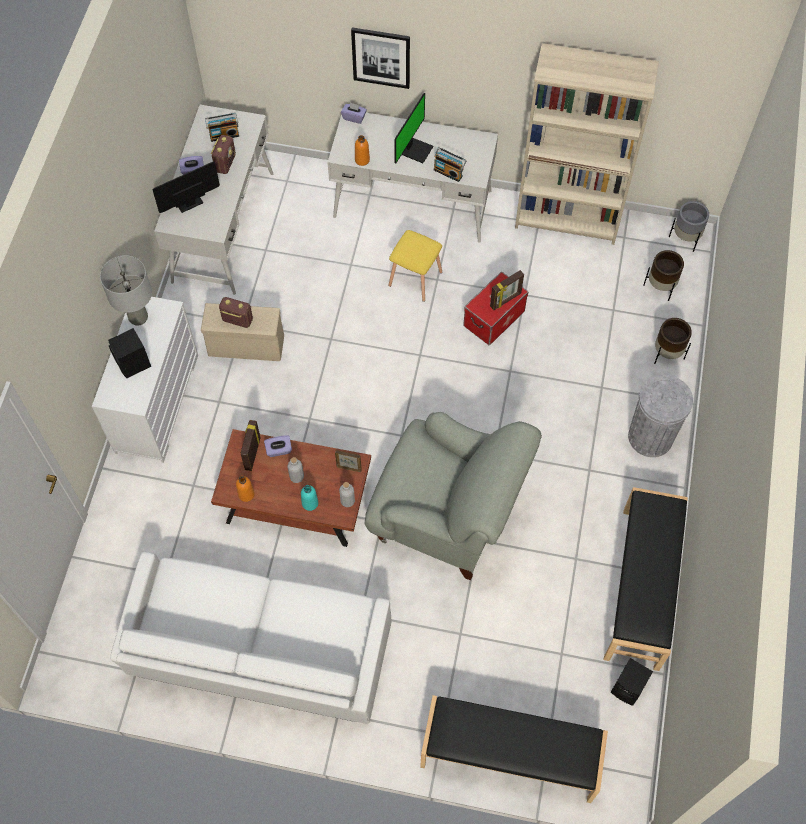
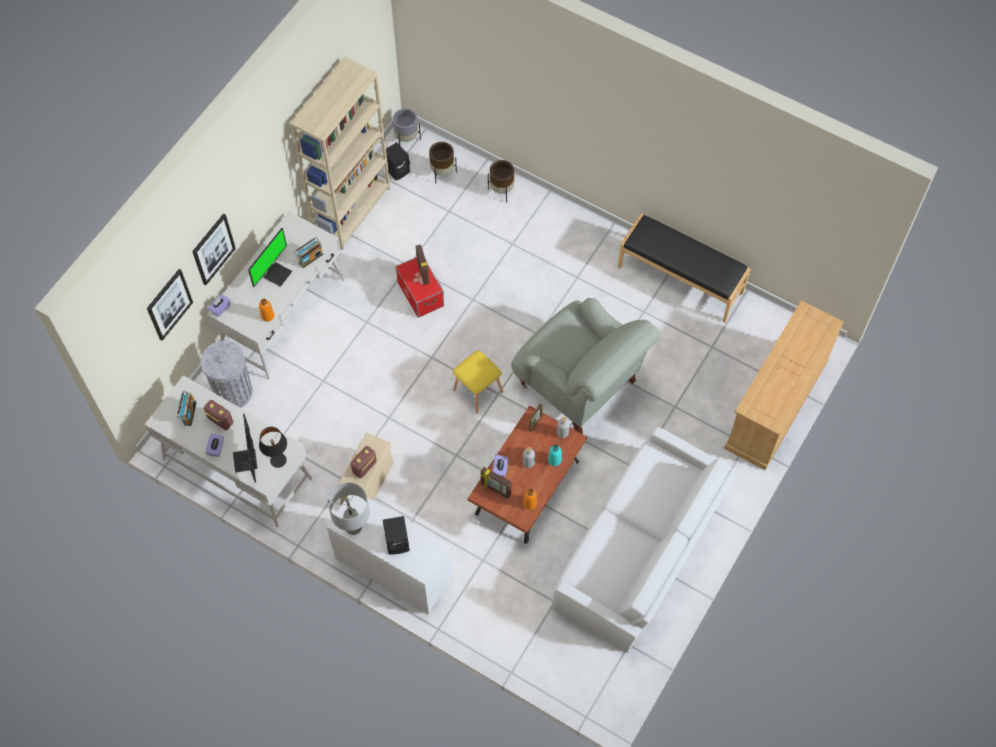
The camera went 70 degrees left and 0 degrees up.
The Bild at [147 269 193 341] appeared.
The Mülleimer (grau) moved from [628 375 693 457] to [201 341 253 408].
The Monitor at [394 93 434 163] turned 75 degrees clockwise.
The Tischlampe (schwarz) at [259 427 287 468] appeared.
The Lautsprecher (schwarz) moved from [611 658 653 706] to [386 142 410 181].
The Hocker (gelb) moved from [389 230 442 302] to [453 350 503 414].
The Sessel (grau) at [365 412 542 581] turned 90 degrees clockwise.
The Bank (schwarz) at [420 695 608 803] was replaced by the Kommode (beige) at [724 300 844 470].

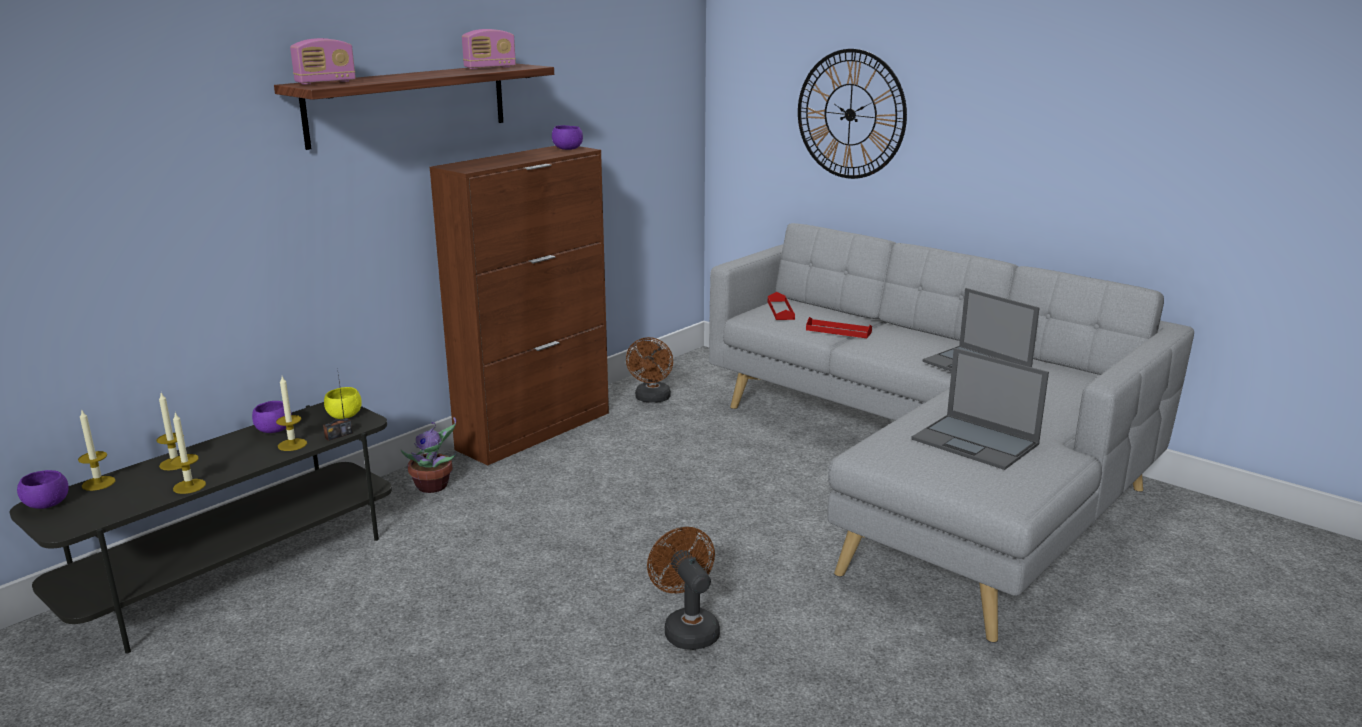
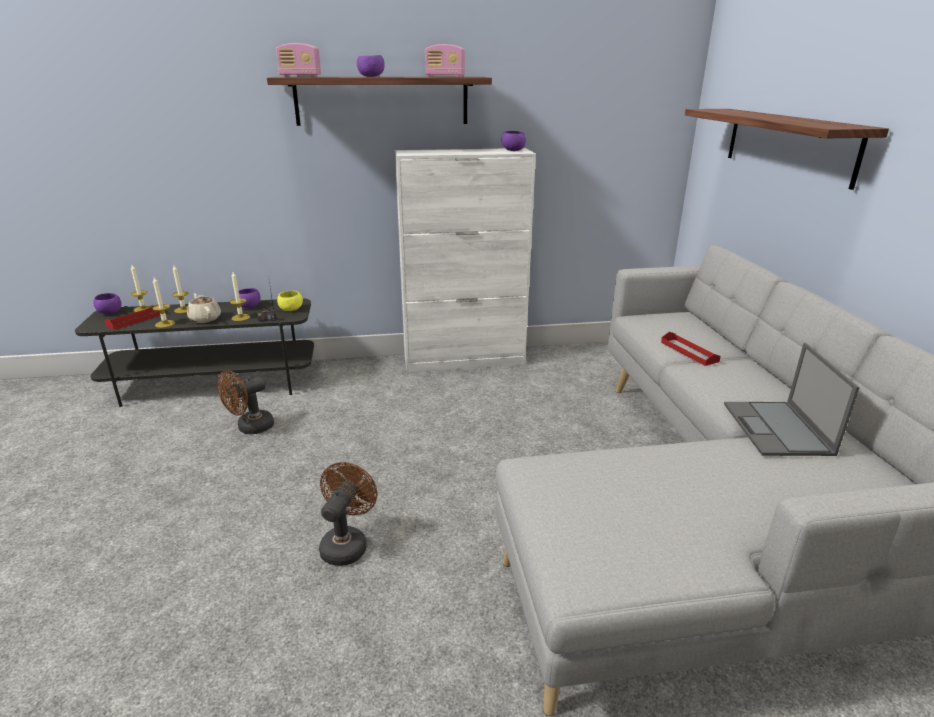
The camera went 40 degrees right and 5 degrees up.
The Tablett (rot) moved from [768 292 795 320] to [105 305 160 330].
The Teekanne (beige) at [187 293 221 323] appeared.
The Ventilator (braun) moved from [626 337 673 403] to [218 370 274 434].
The Schüssel (lila) at [357 55 385 77] appeared.
The Schrank (braun) at [429 146 609 466] became the Schrank (weiß) at [395 148 536 373].
The Wanduhr at [798 49 907 179] was replaced by the Wandregal at [685 109 889 190].
The Topfpflanze at [401 417 456 493] disappeared.
The Laptop at [911 348 1049 470] disappeared.

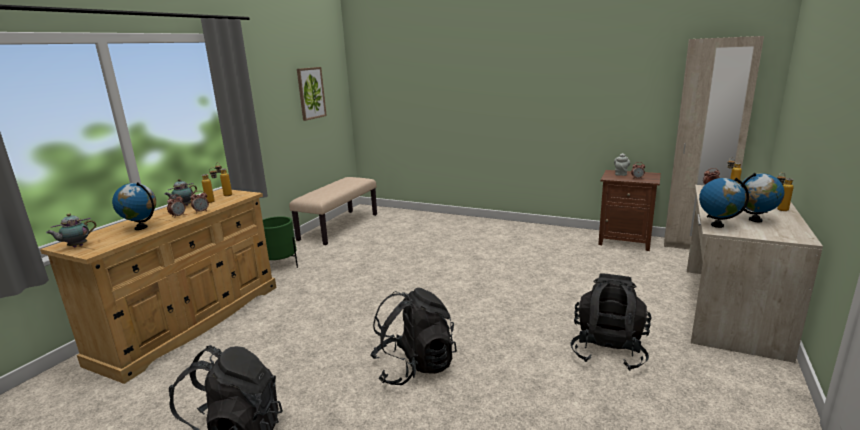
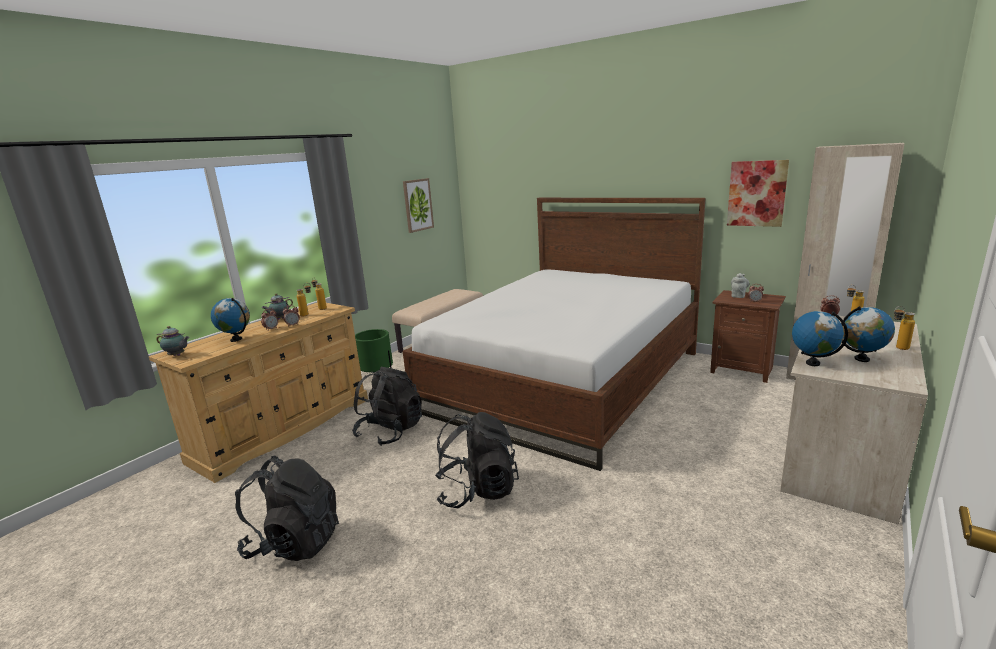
The camera went 10 degrees right and 0 degrees up.
The Teekanne at [46 213 96 247] turned 135 degrees counterclockwise.
The Rucksack (schwarz) moved from [570 274 652 371] to [352 367 422 446].
The Bett at [403 198 705 471] appeared.
The Bild at [727 160 789 227] appeared.

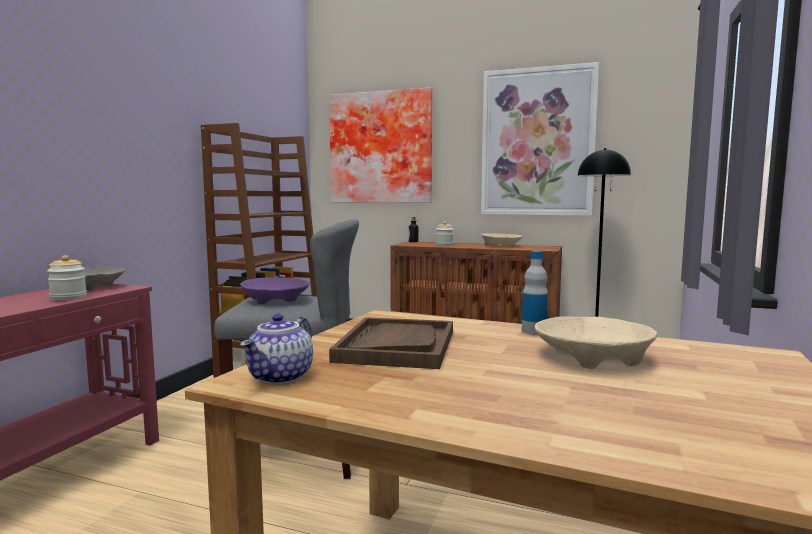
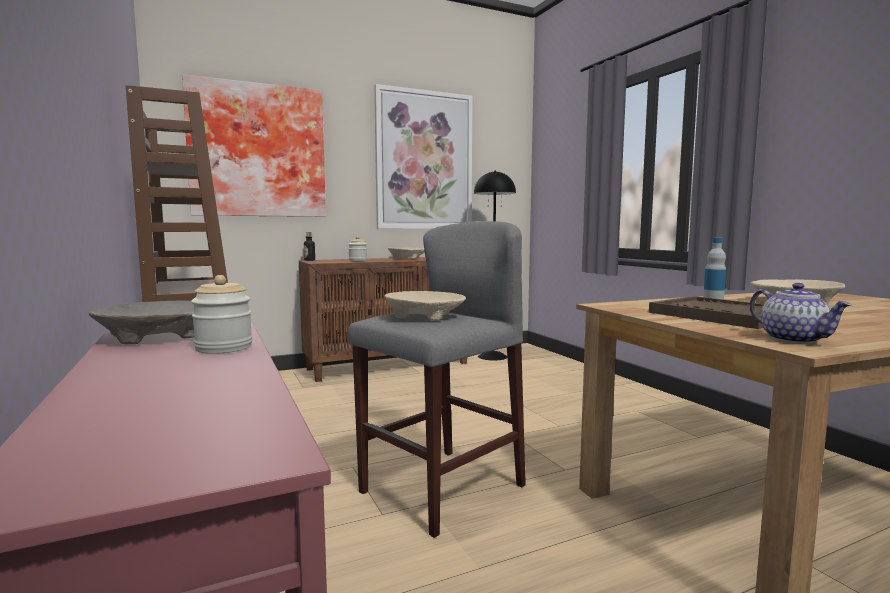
The camera went 45 degrees left and 0 degrees up.
The Schüssel (lila) at [240 277 309 304] became the Schüssel (beige) at [385 291 466 320].

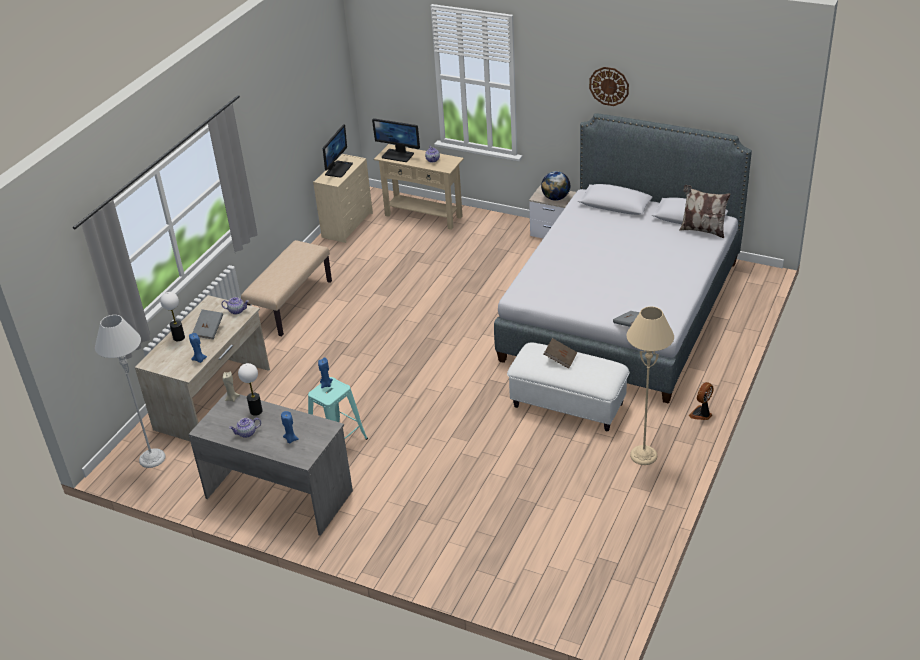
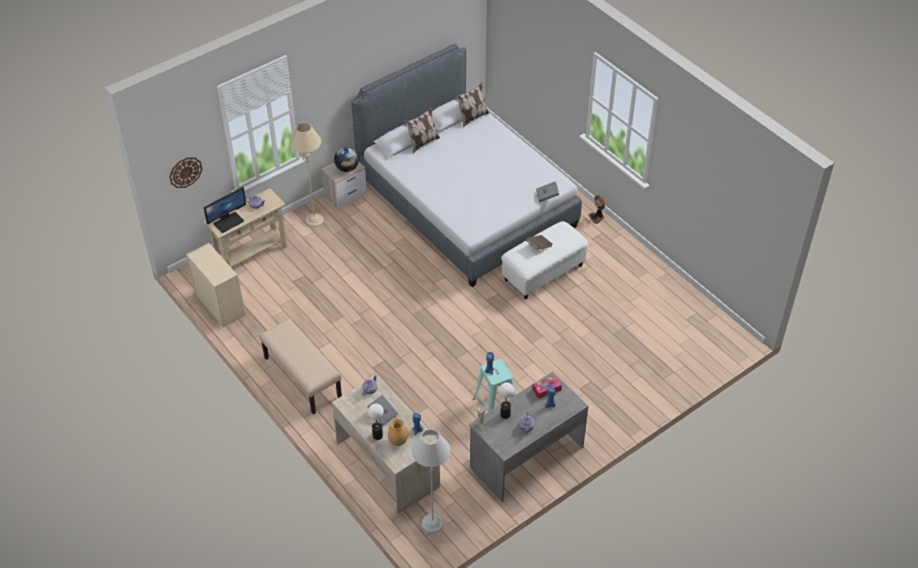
The camera went 65 degrees left and 10 degrees up.
The Wanduhr moved from [589 67 629 106] to [169 157 202 188].
The Stehlampe (beige) moved from [627 306 674 465] to [290 122 324 227].
The Vase (braun) at [388 419 408 446] appeared.
The Kissen at [403 107 440 154] appeared.
The Taschentuchbox at [533 376 562 399] appeared.
The Monitor at [323 124 353 178] disappeared.

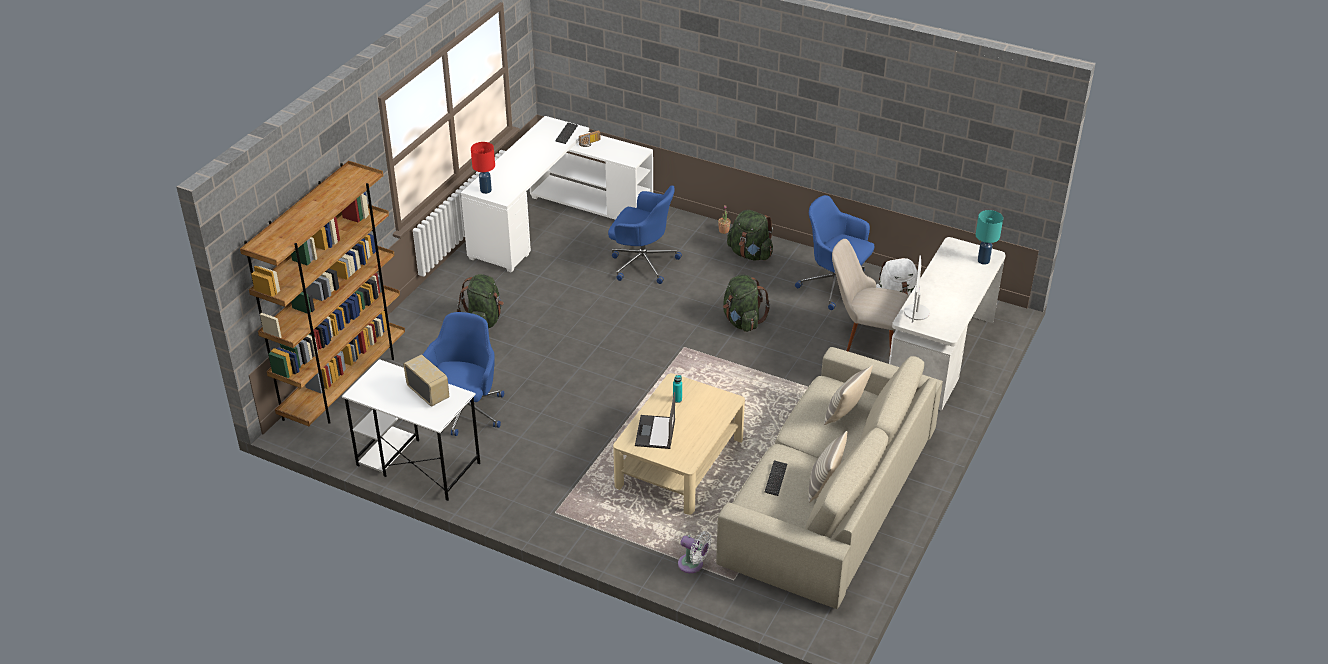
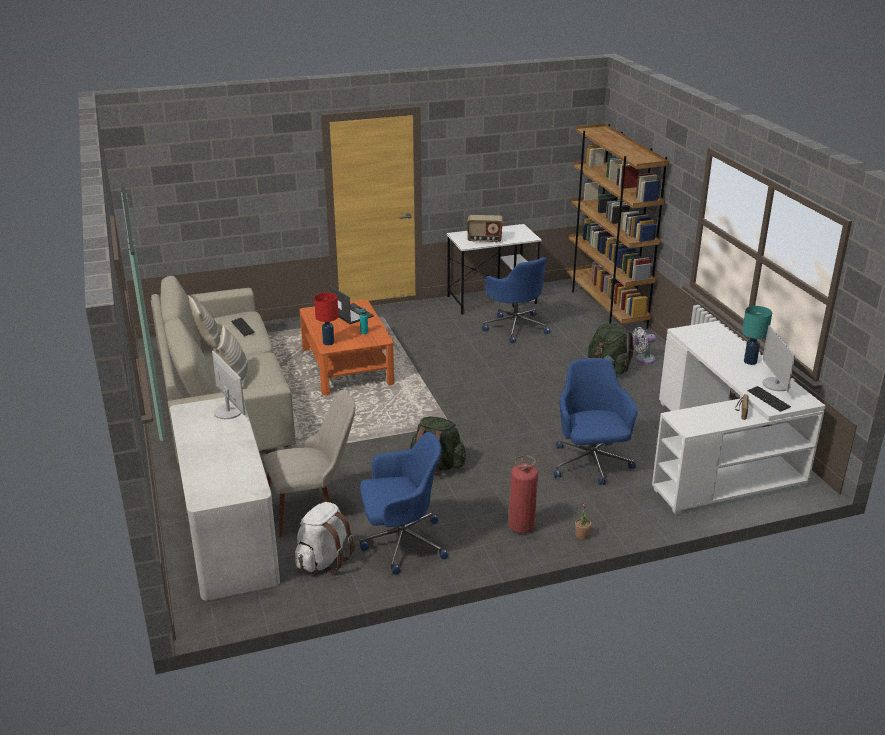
The camera went 135 degrees right and 10 degrees down.
The Couchtisch (beige) at [613 373 745 515] became the Couchtisch (orange) at [300 300 394 396].
The Tischlampe (rot) moved from [471 142 495 194] to [314 292 338 345].
The Rucksack (grün) at [727 210 773 260] was replaced by the Feuerlöscher at [509 455 538 534].
The Bürostuhl (blau) at [608 185 682 284] turned 105 degrees clockwise.
The Ventilator (weiß) moved from [678 531 712 573] to [633 327 656 364].
The Tischlampe (türkis) moved from [976 210 1003 265] to [742 306 772 365].
The Monitor at [762 325 795 391] appeared.

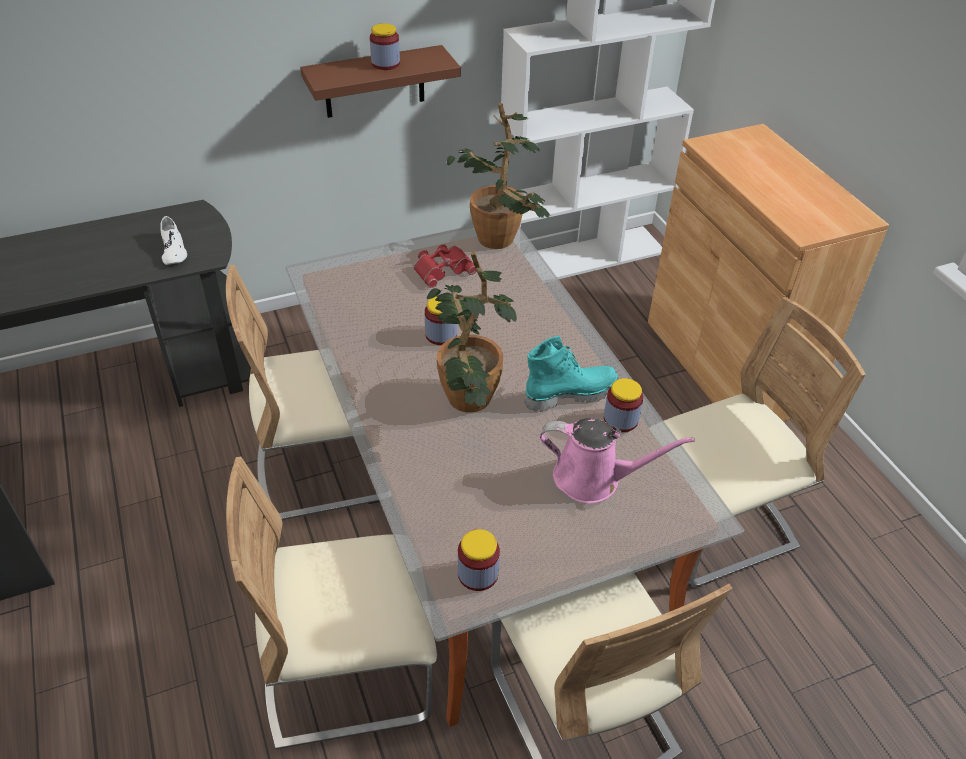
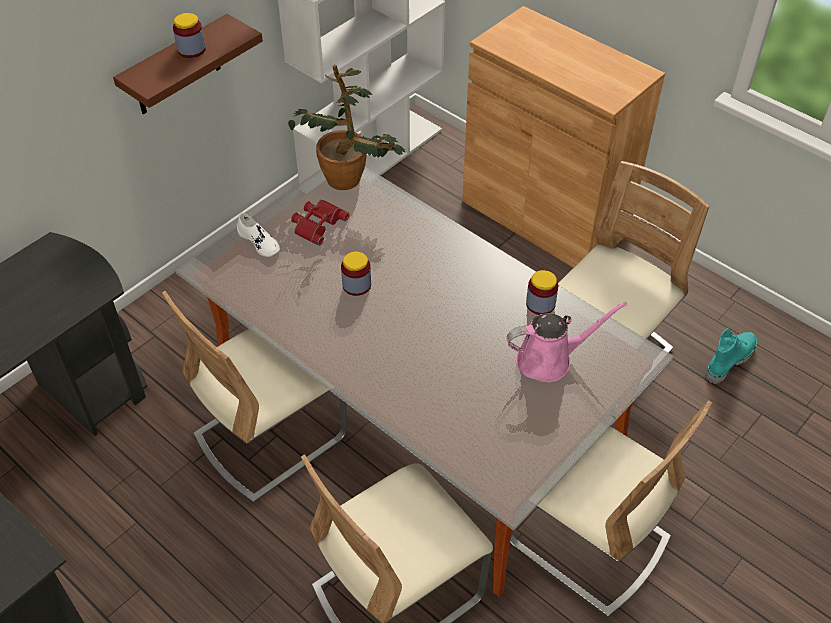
The camera went 25 degrees left and 5 degrees up.
The Schuh (weiß) moved from [160 216 187 265] to [237 213 280 257].
The Stiefel (türkis) moved from [525 336 618 412] to [706 328 757 384].
The Topfpflanze at [427 252 517 413] disappeared.
The Vorratsglas at [458 529 500 591] disappeared.

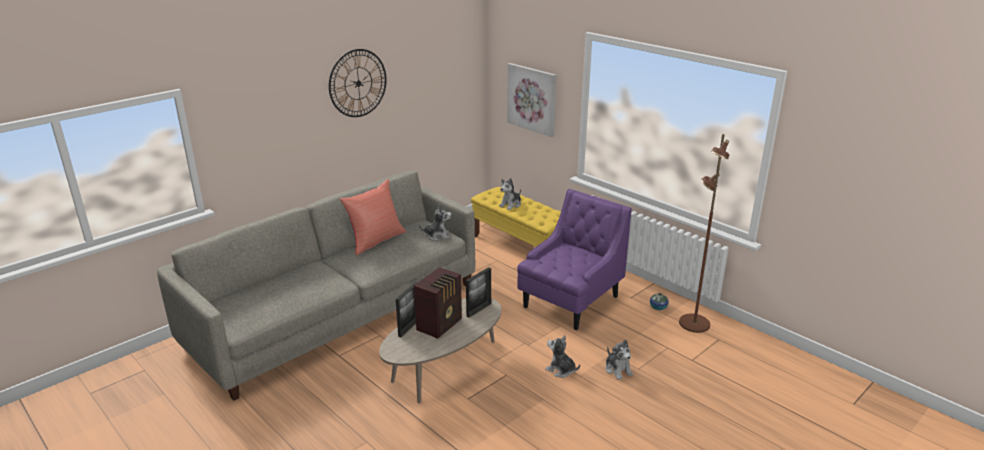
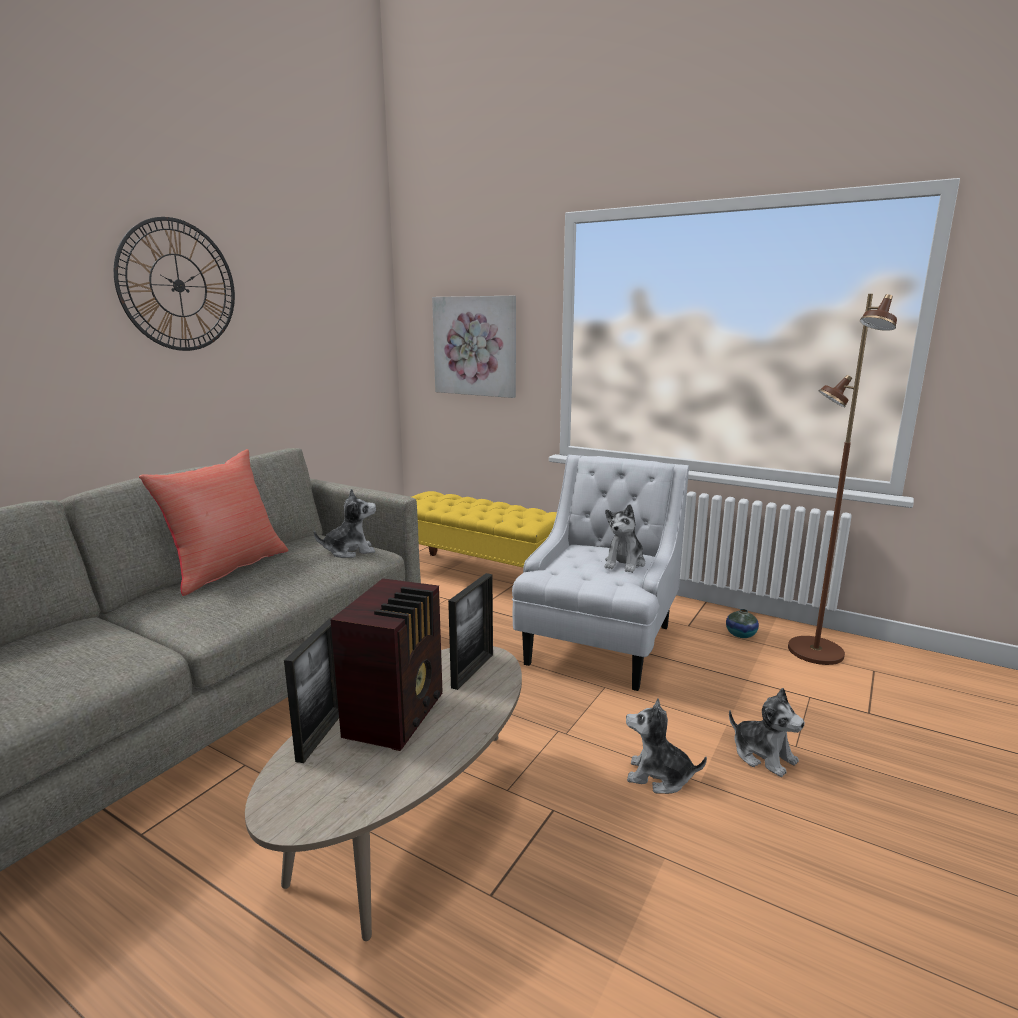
The camera went 15 degrees left and 10 degrees down.
The Sessel (lila) at [517 189 632 330] became the Sessel (weiß) at [512 455 689 691].
The Plüschtier moved from [499 178 521 210] to [605 504 645 573].

